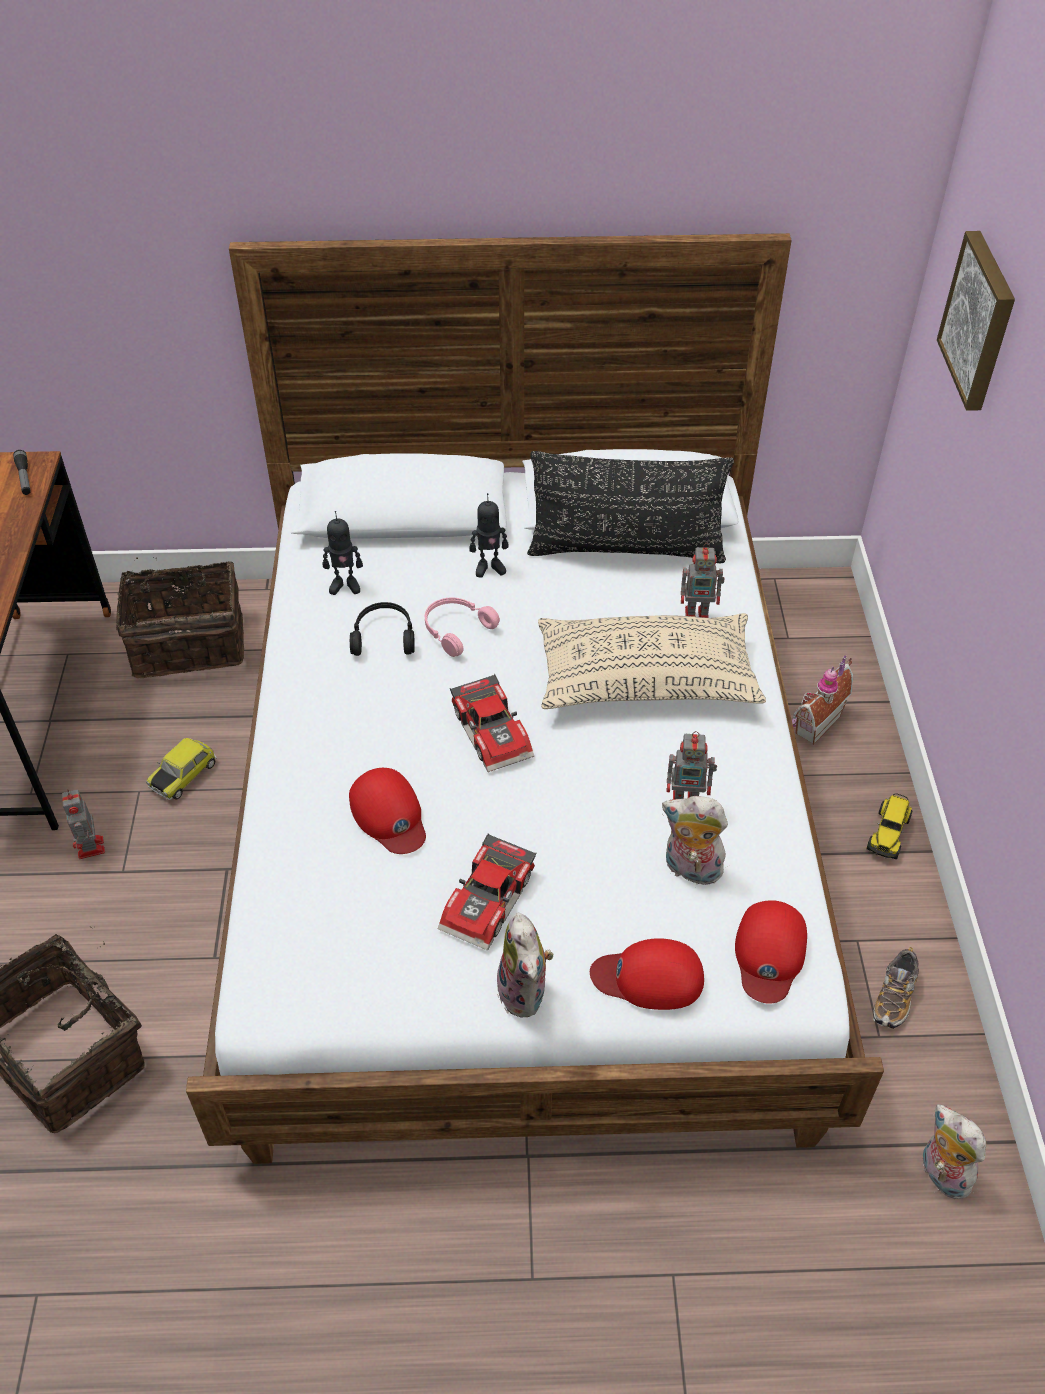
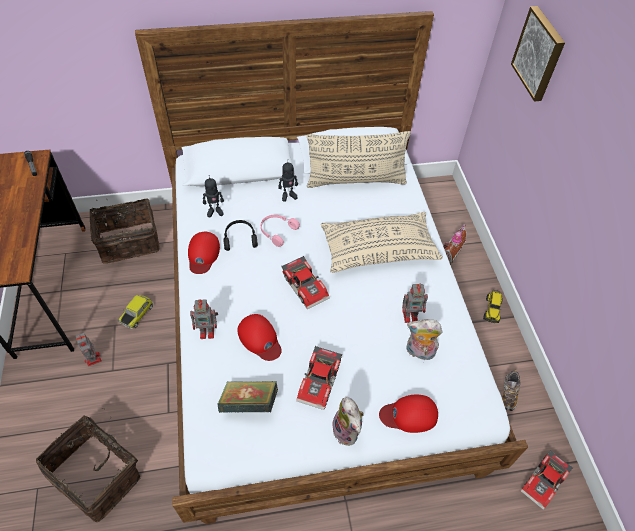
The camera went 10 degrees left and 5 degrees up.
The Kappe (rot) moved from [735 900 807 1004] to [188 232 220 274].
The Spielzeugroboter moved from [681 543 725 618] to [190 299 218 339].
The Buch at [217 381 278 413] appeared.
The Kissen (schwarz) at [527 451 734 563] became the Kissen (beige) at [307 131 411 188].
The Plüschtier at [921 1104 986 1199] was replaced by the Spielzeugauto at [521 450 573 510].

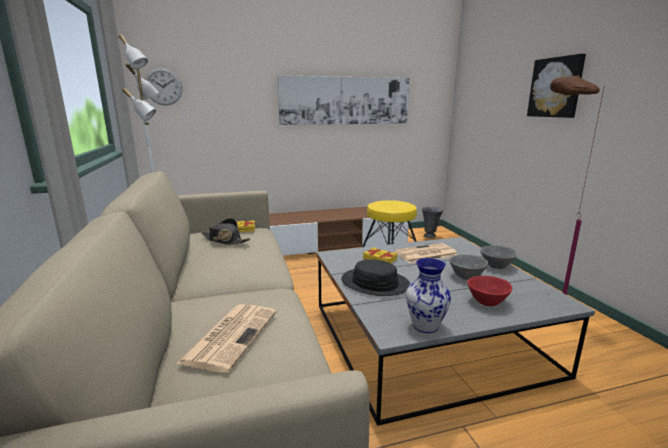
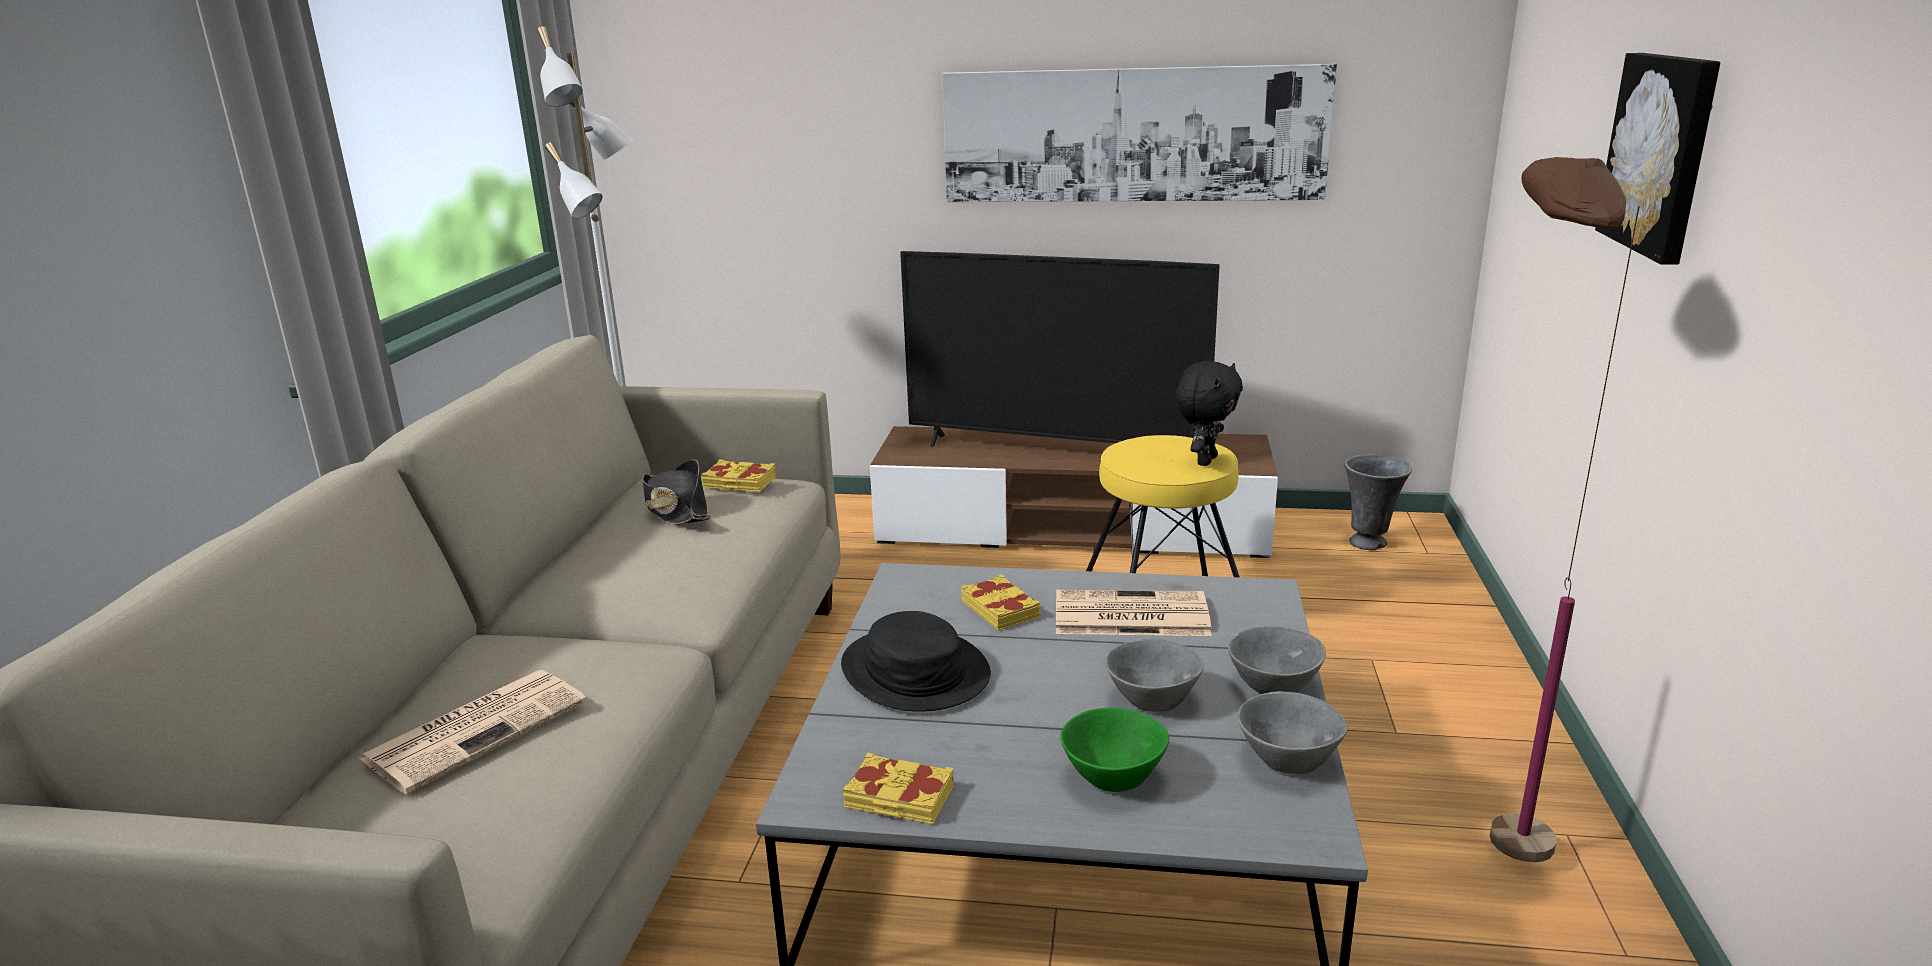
The camera went 25 degrees right and 5 degrees up.
The Vase at [406 258 451 333] was replaced by the Buch (gelb) at [843 753 954 825].
The Fernseher at [900 251 1220 447] appeared.
The Schüssel (rot) at [467 276 512 306] became the Schüssel (grün) at [1060 707 1169 792].
The Plüschtier (schwarz) at [1176 361 1243 466] appeared.
The Schüssel (grau) at [1238 691 1348 774] appeared.
The Wanduhr at [145 68 182 105] disappeared.

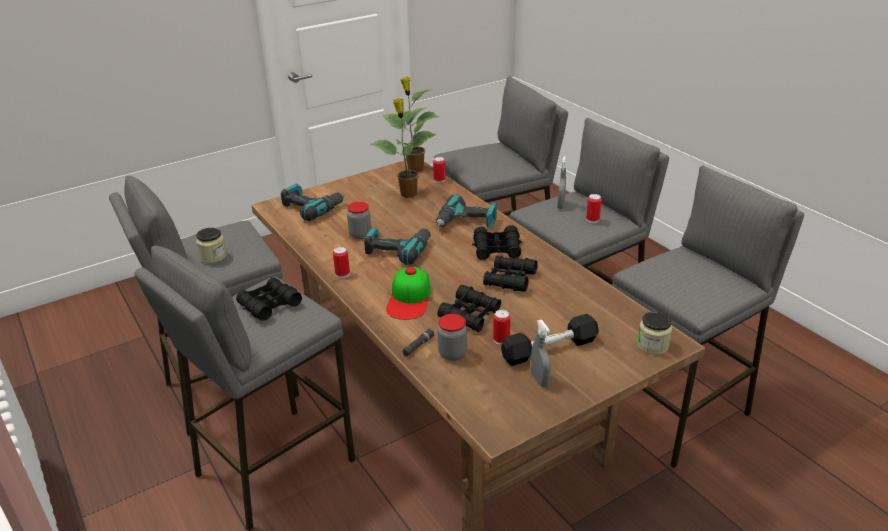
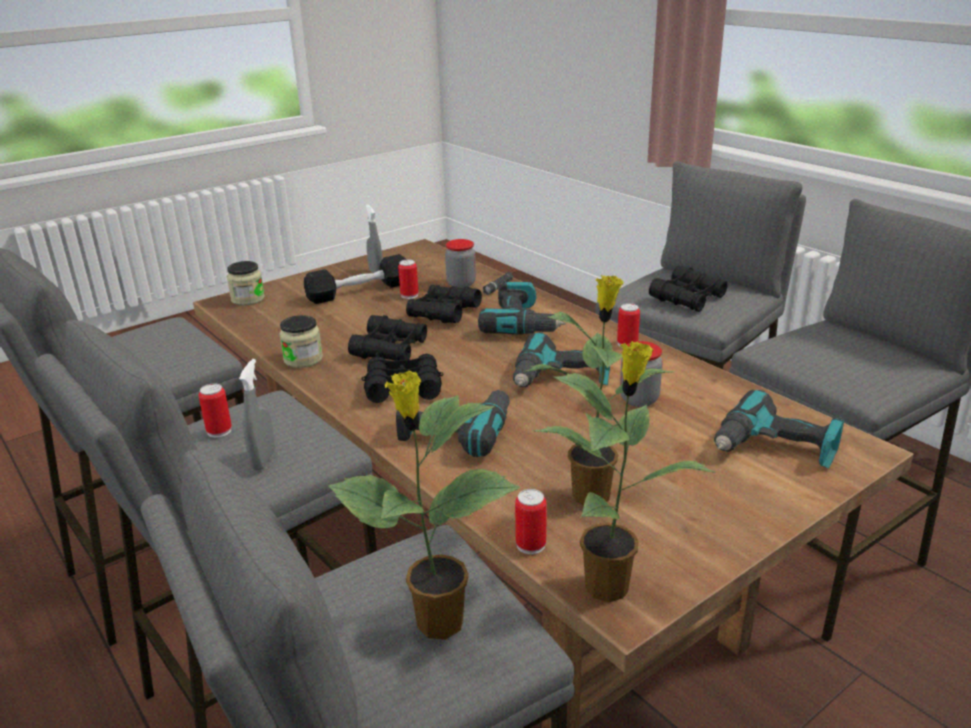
The camera went 175 degrees right and 5 degrees down.
The Vorratsglas moved from [196 228 227 264] to [279 315 323 368].
The Topfpflanze at [328 370 520 639] appeared.
The Kappe at [386 267 431 320] was replaced by the Bohrmaschine at [478 281 566 334].

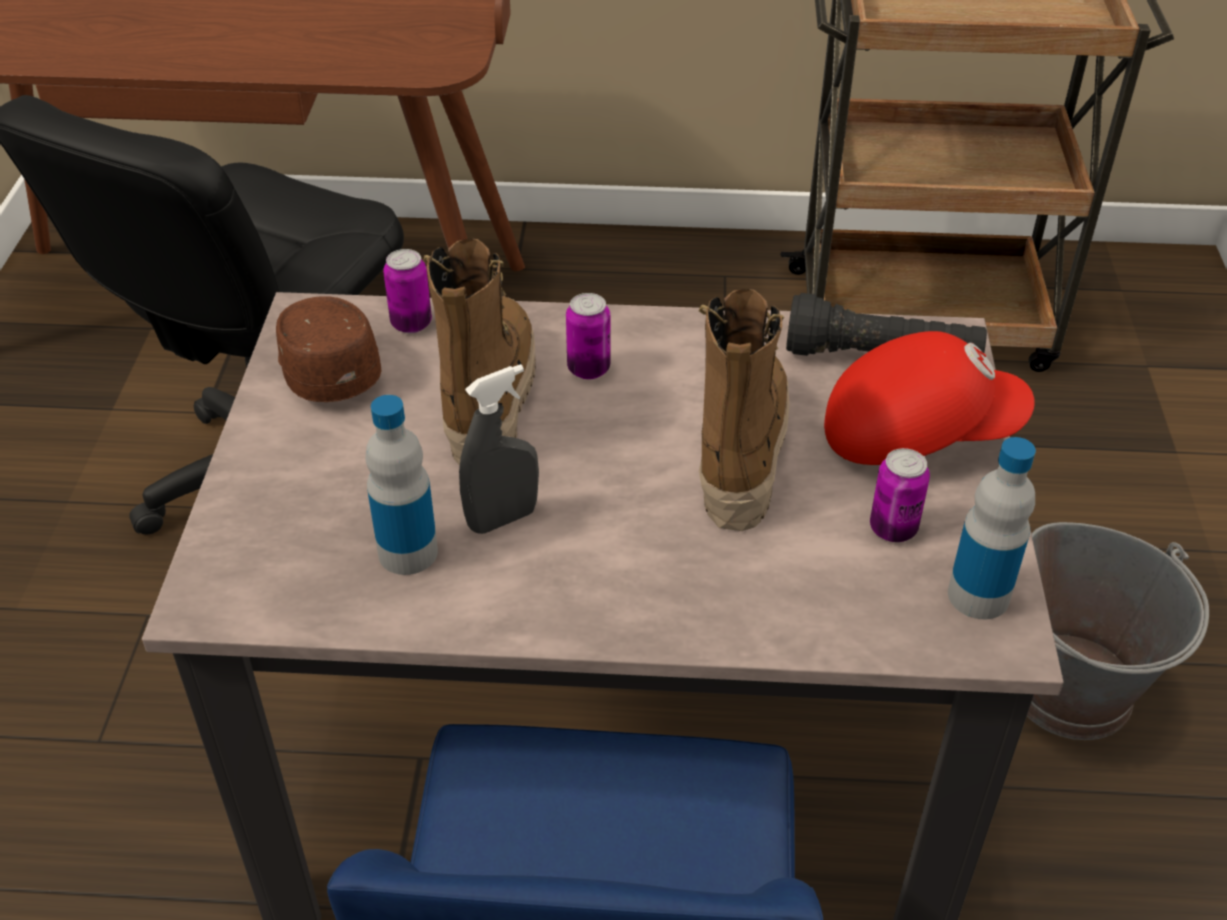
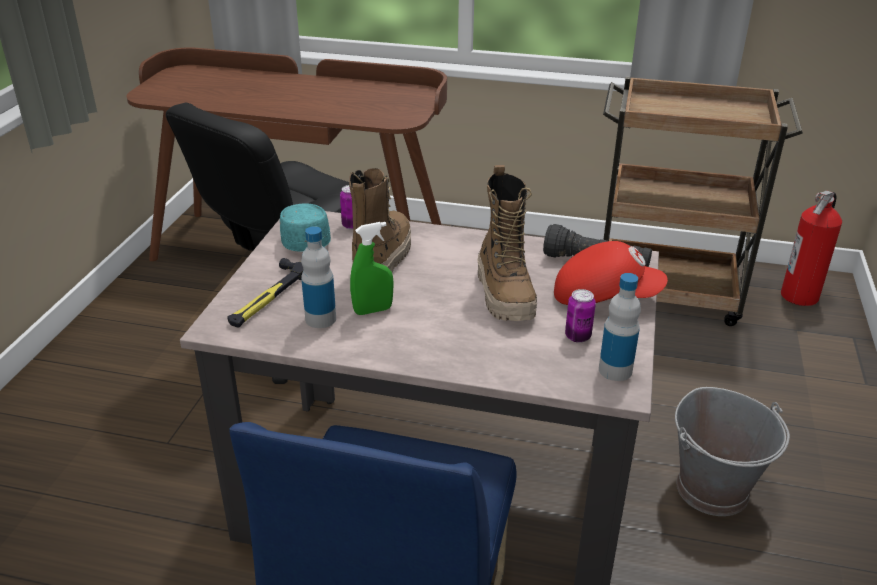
The camera went 10 degrees right and 10 degrees down.
The Hammer at [227 258 303 327] appeared.
The Kappe (braun) at [276 296 382 402] became the Kappe (türkis) at [280 204 331 252].
The Sprühflasche (grau) at [459 364 539 534] became the Sprühflasche (grün) at [350 222 393 315].
The Stiefel at [699 289 790 531] turned 150 degrees clockwise.
The Feuerlöscher at [781 191 842 306] appeared.
The Dose at [566 293 610 379] disappeared.

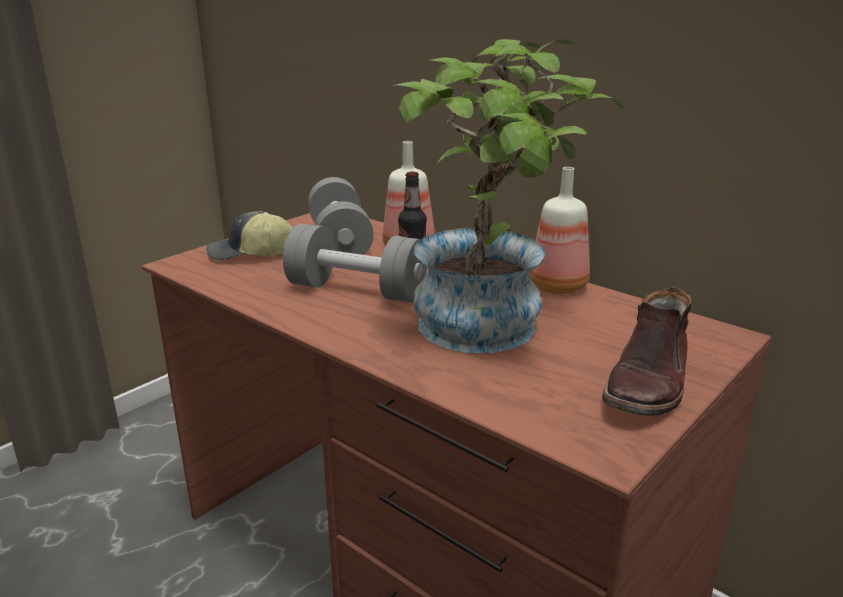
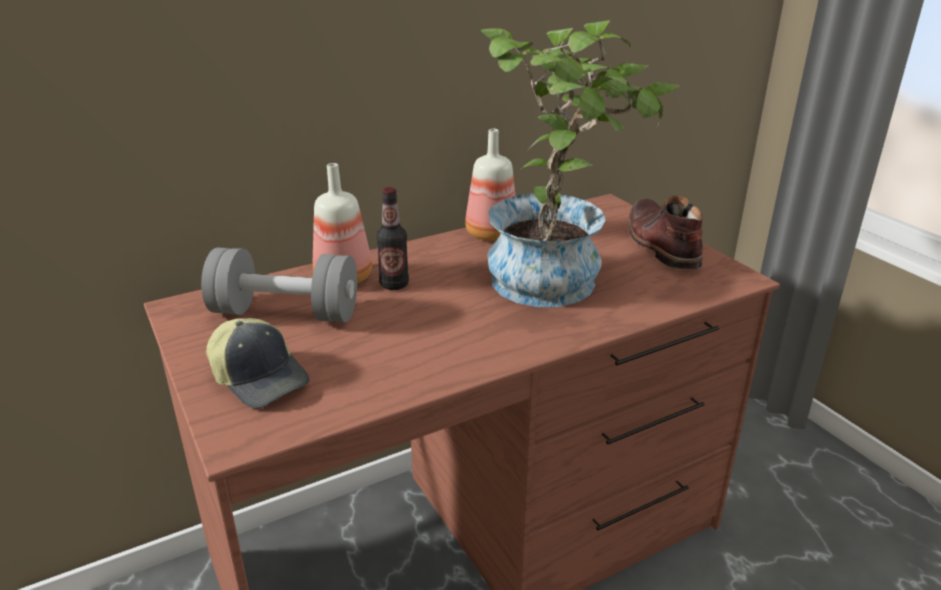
The camera went 70 degrees left and 5 degrees up.
The Kappe at [206 211 293 260] turned 60 degrees counterclockwise.
The Stiefel (braun) at [602 287 692 416] turned 150 degrees counterclockwise.
The Hantel (grau) at [283 224 427 303] disappeared.

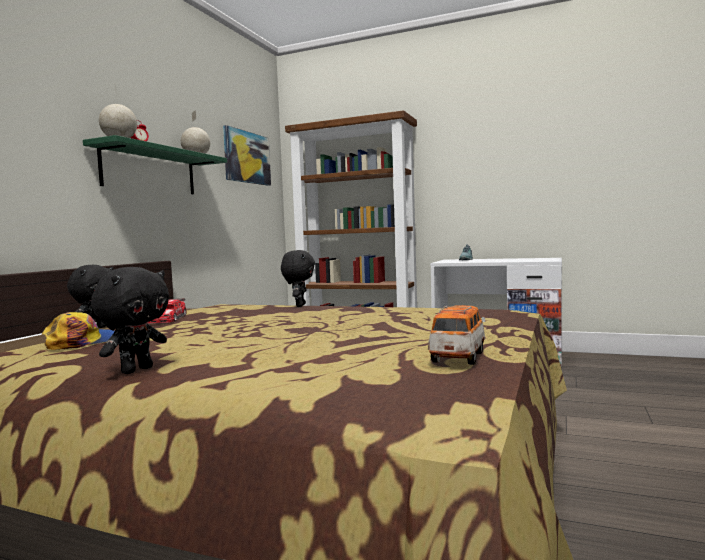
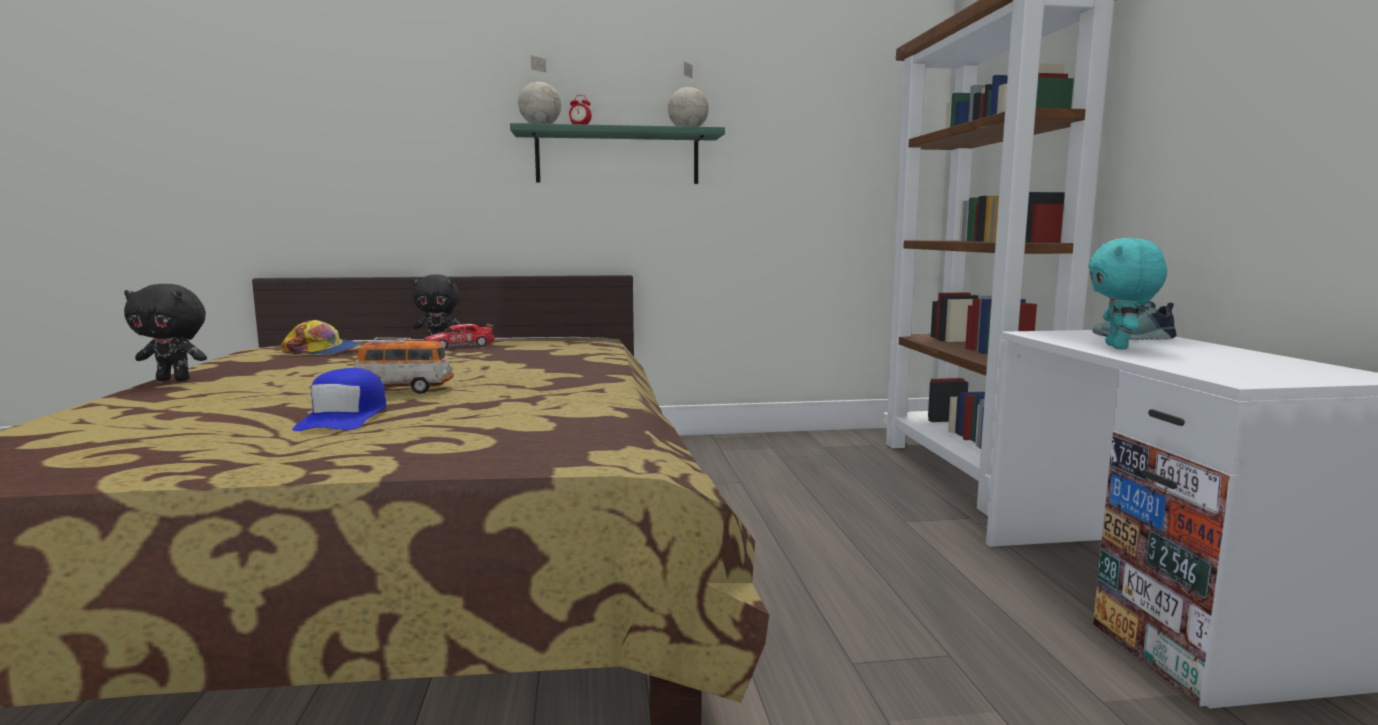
The camera went 60 degrees right and 5 degrees up.
The Kappe (blau) at [292 368 387 431] appeared.
The Spielzeugauto moved from [428 305 486 365] to [354 337 453 394].
The Plüschtier (türkis) at [1088 238 1167 349] appeared.
The Bild at [223 125 271 186] disappeared.
The Plüschtier (schwarz) at [281 250 315 307] disappeared.

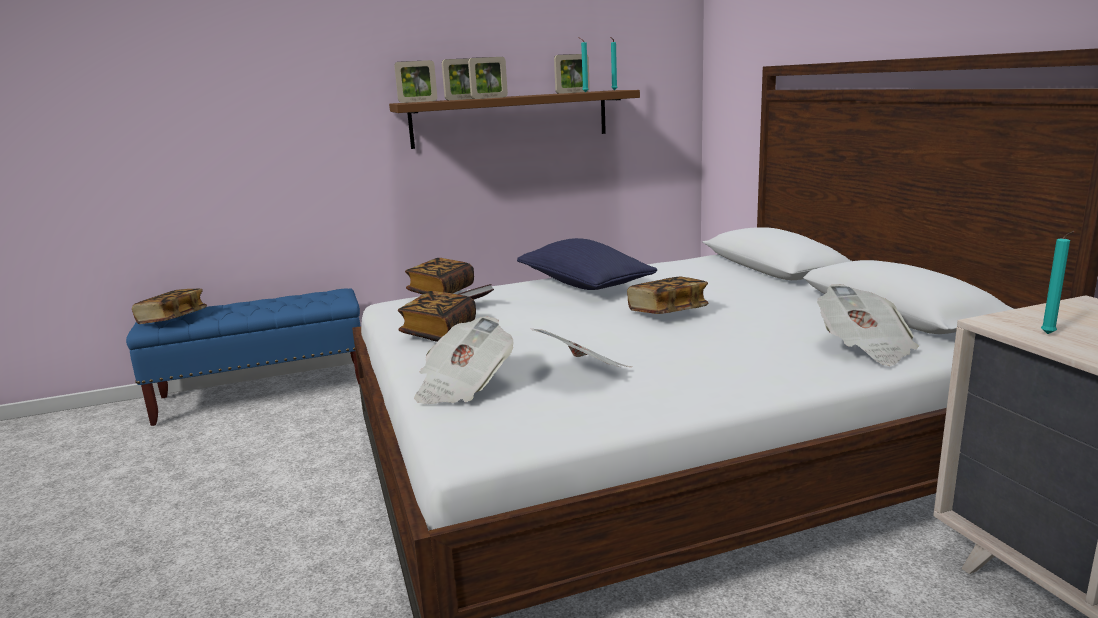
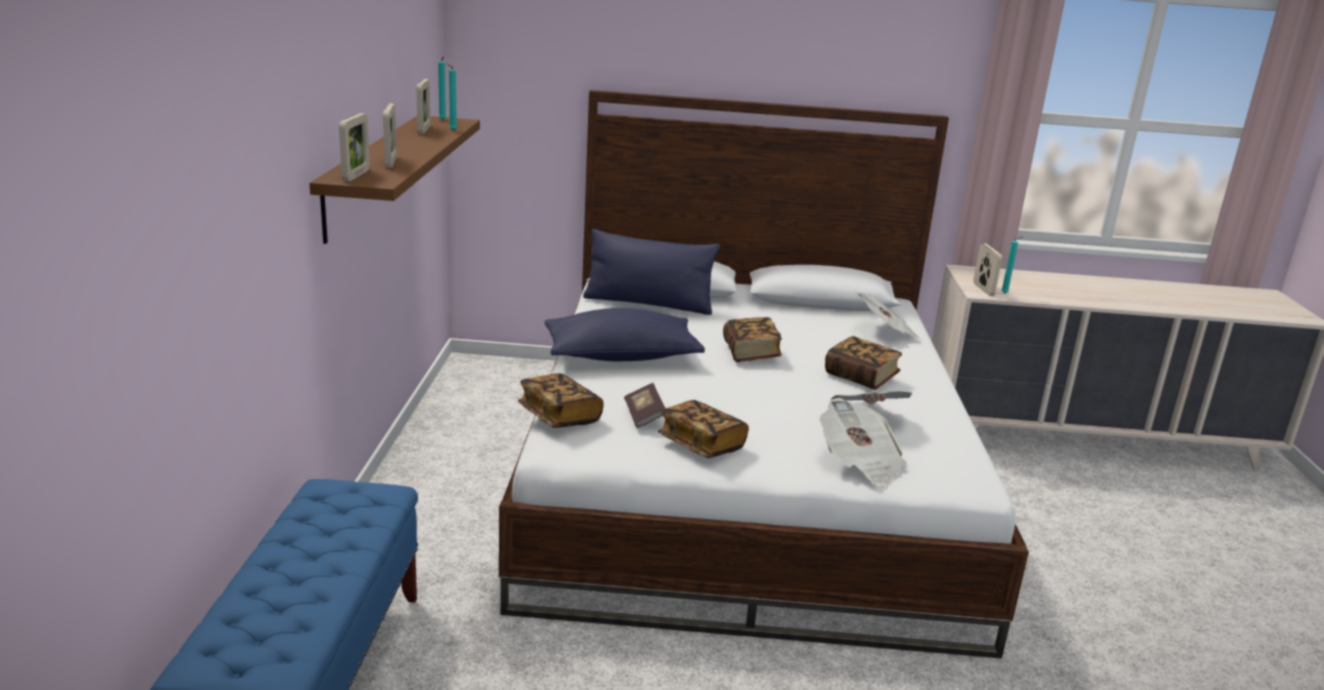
The camera went 70 degrees left and 5 degrees up.
The Kissen (blau) at [583 229 720 315] appeared.
The Buch moved from [132 289 207 324] to [825 336 902 390].
The Bilderrahmen moved from [468 57 508 99] to [974 243 1002 296].

